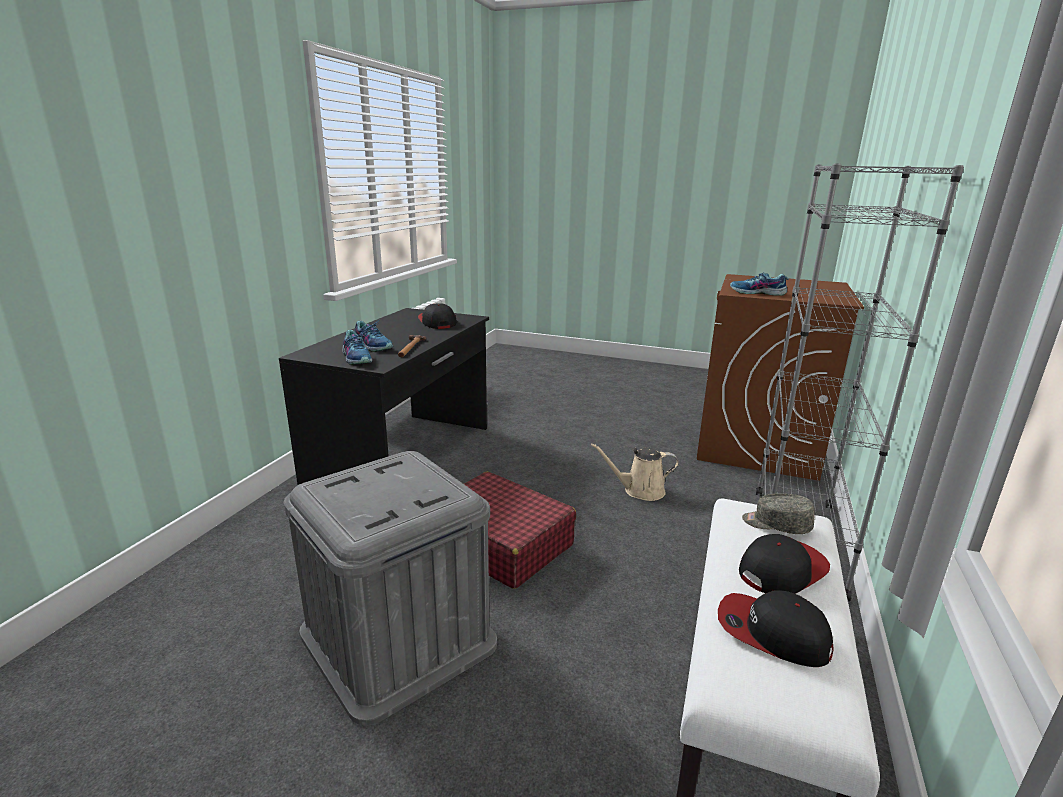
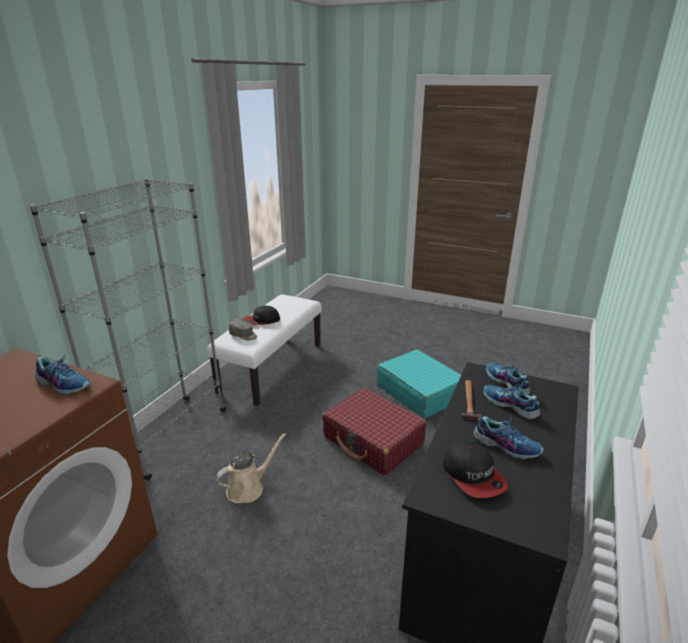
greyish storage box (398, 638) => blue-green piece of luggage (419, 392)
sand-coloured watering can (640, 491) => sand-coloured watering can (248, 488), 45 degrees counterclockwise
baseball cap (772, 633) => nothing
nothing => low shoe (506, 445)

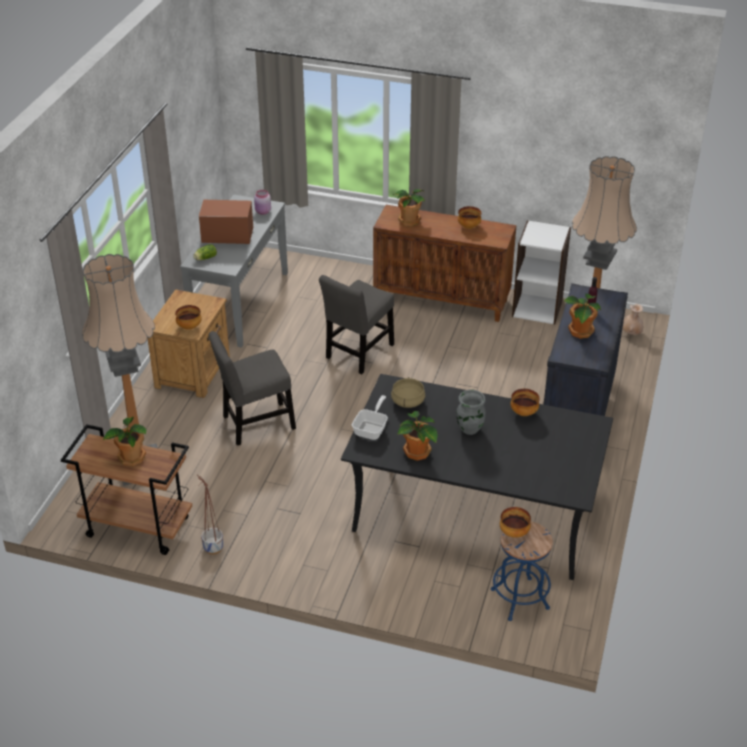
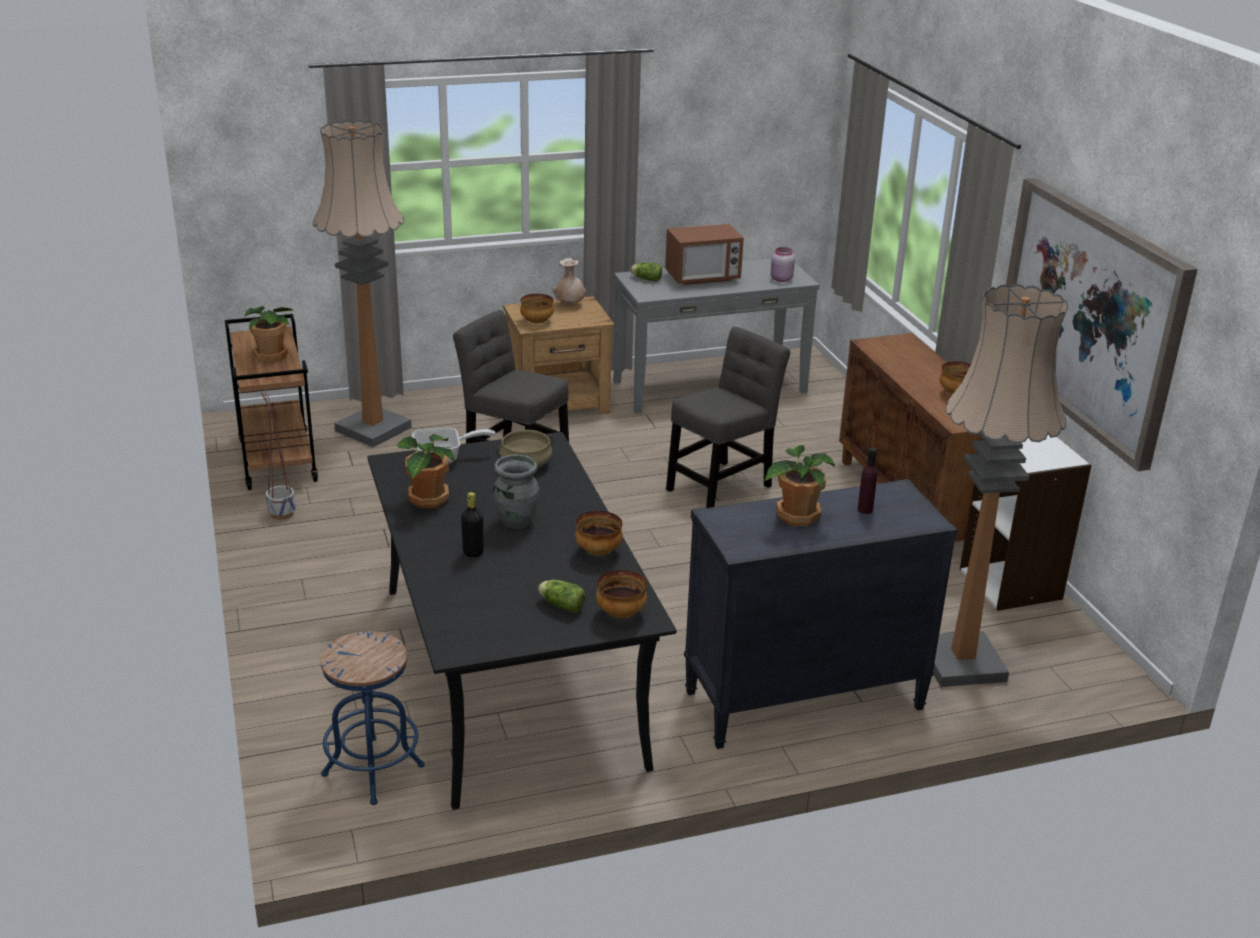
kitchen microwave (227, 237) => kitchen microwave (702, 277), 105 degrees clockwise
greyish plain chair (358, 353) => greyish plain chair (722, 485), 135 degrees clockwise
plant in a pot (409, 220) => nothing
deep dish (513, 533) => deep dish (620, 613), relocated
sand-coloured flower vase (631, 333) => sand-coloured flower vase (569, 305), relocated
nothing => black bottle (473, 552)
nothing => head of lettuce (560, 605)
nothing => wall picture (1090, 317)

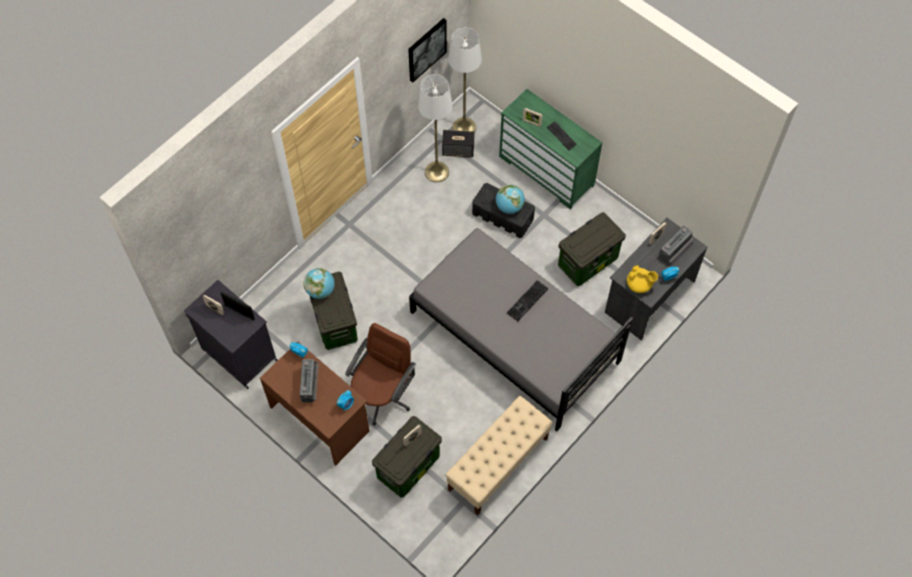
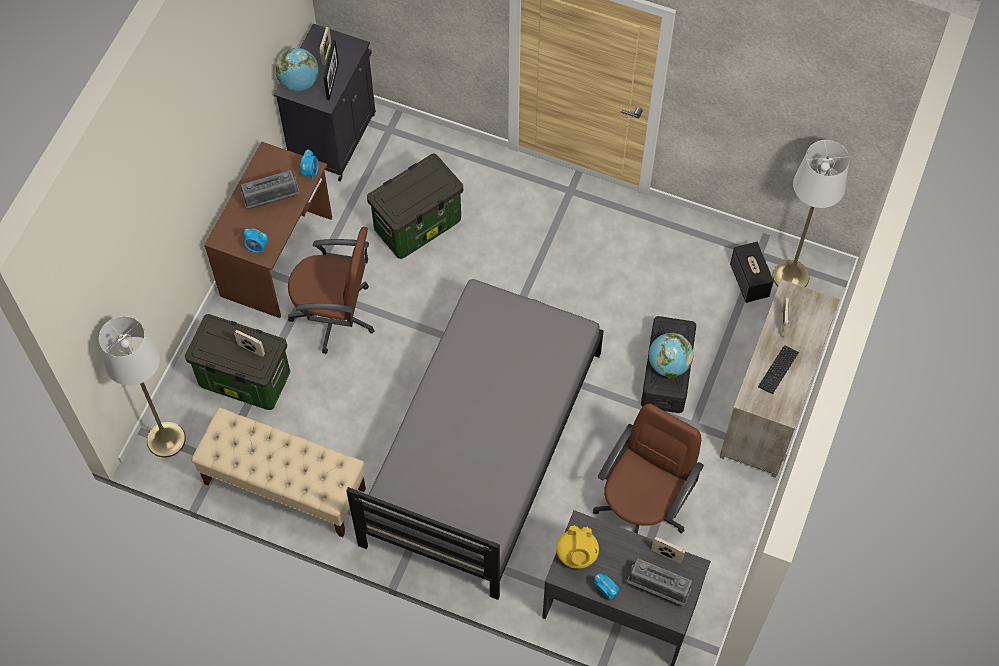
globe (320, 290) => globe (299, 82), relocated
wall picture (426, 49) => nothing
white-coloured floor lamp (436, 171) => white-coloured floor lamp (166, 439), relocated
green-coloured drawer chest (547, 170) => sand-coloured drawer chest (770, 406)
keyboard (527, 302) => nothing
storage box (588, 261) => brown desk chair (642, 507)

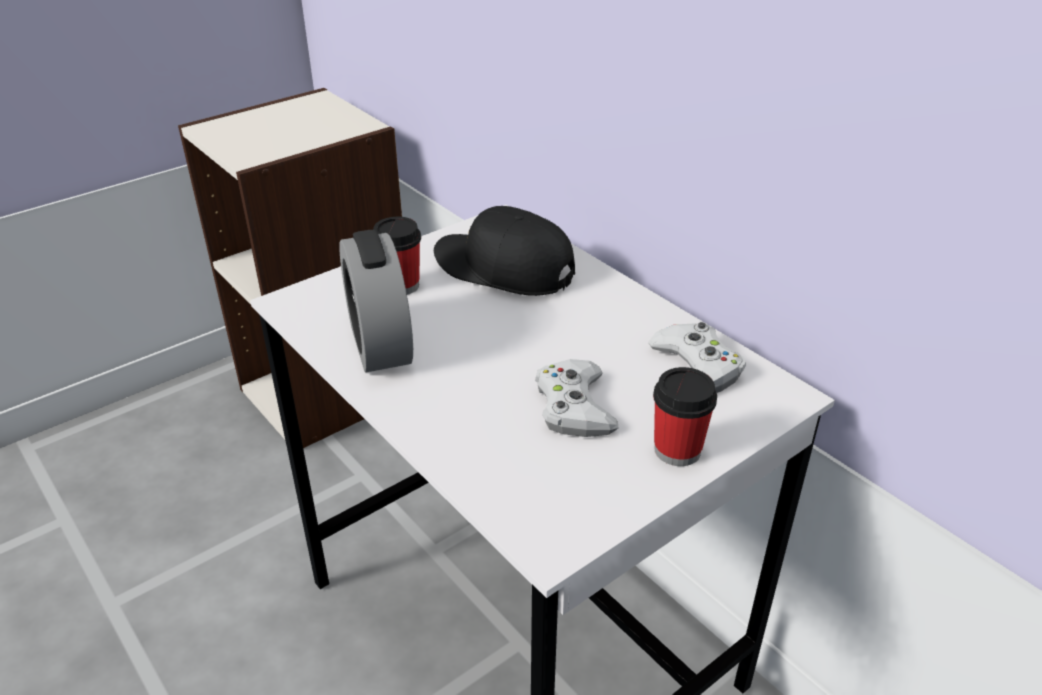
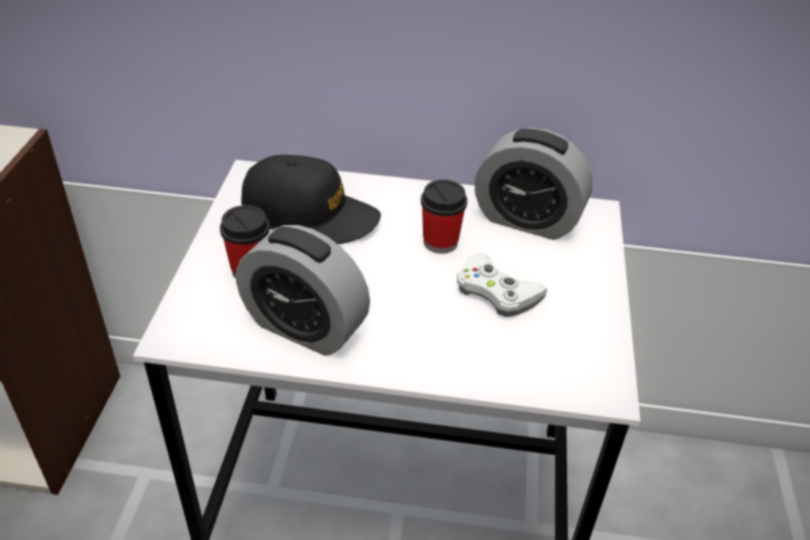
black baseball cap (504, 268) => black baseball cap (310, 214), 150 degrees counterclockwise
white-coloured game controller (697, 366) => bedside clock (527, 220)
cup (677, 450) => cup (440, 242), relocated

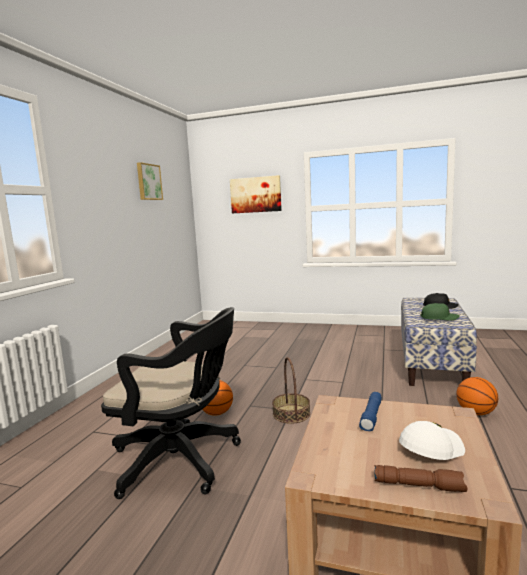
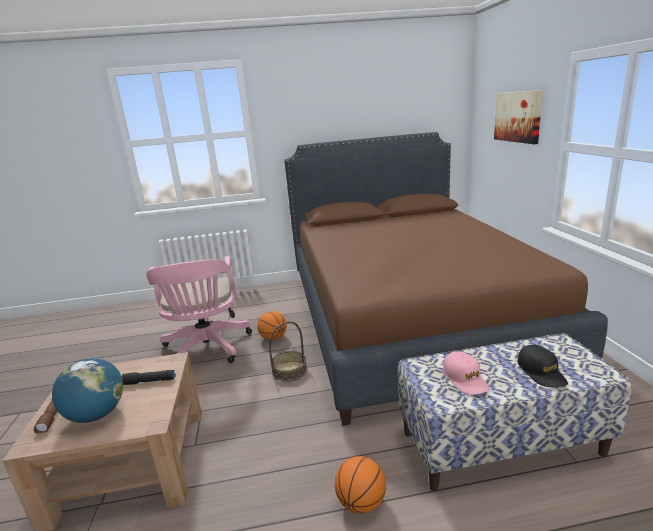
black desk chair (182, 460) => pink-coloured desk chair (207, 349)
wall picture (148, 182) => nothing
blue-coloured hand torch (372, 417) => black hand torch (149, 382)
white-coloured baseball cap (430, 449) => globe (97, 415)
green-coloured baseball cap (439, 317) => pink-coloured baseball cap (465, 379)
nothing => brown bed (408, 318)

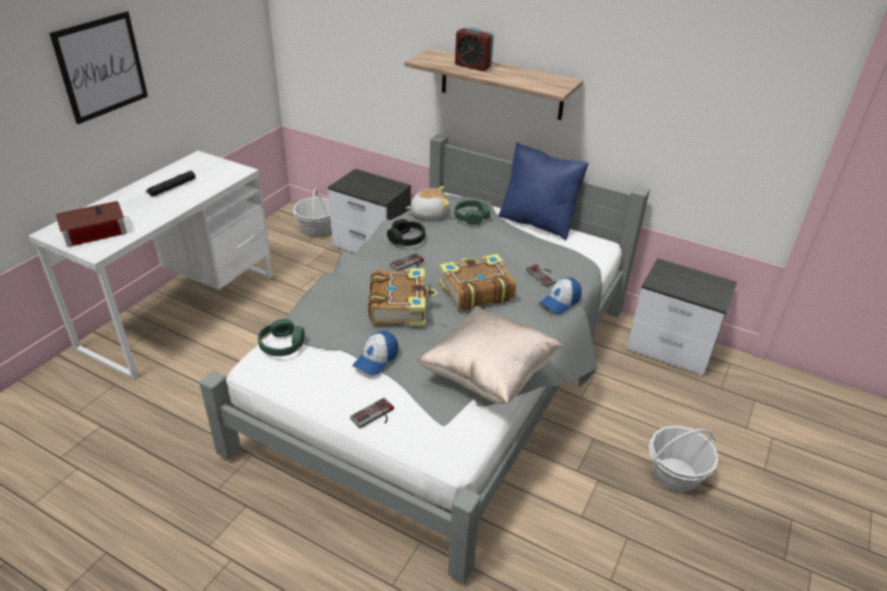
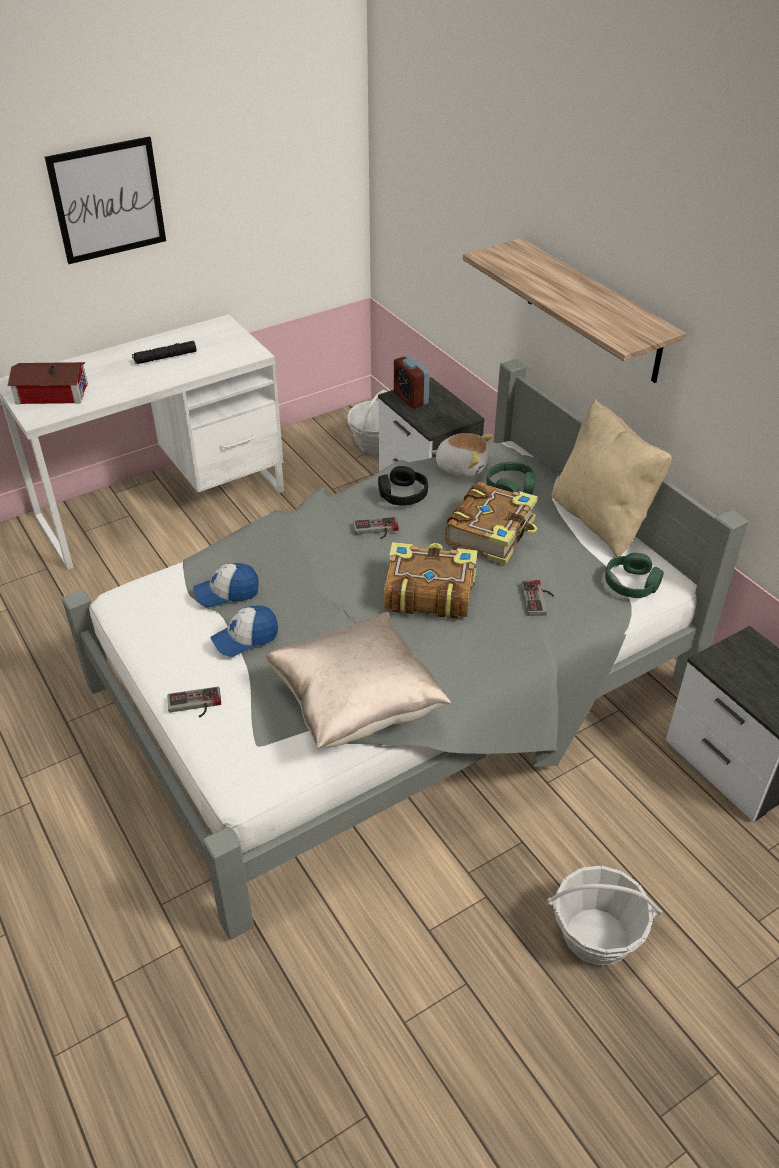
green-coloured headphones (282, 344) => green-coloured headphones (631, 583), relocated
book (399, 305) => book (492, 532), relocated
bedside clock (473, 66) => bedside clock (411, 398), relocated
blue-coloured cushion (537, 222) => sand-coloured cushion (601, 520)
baseball cap (560, 302) => baseball cap (227, 592), relocated

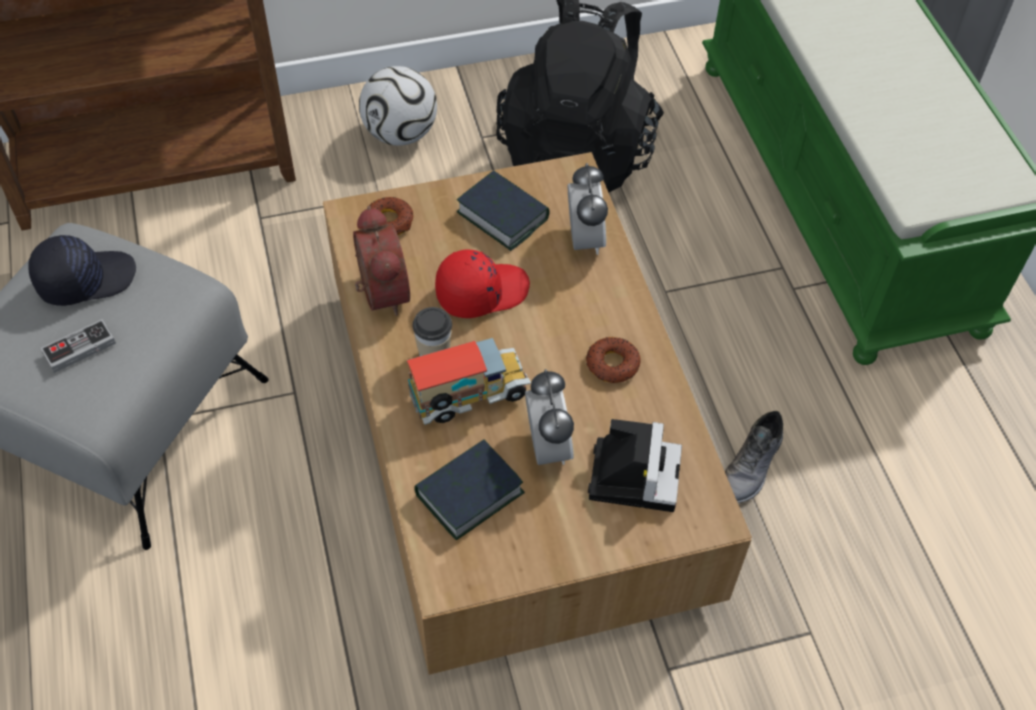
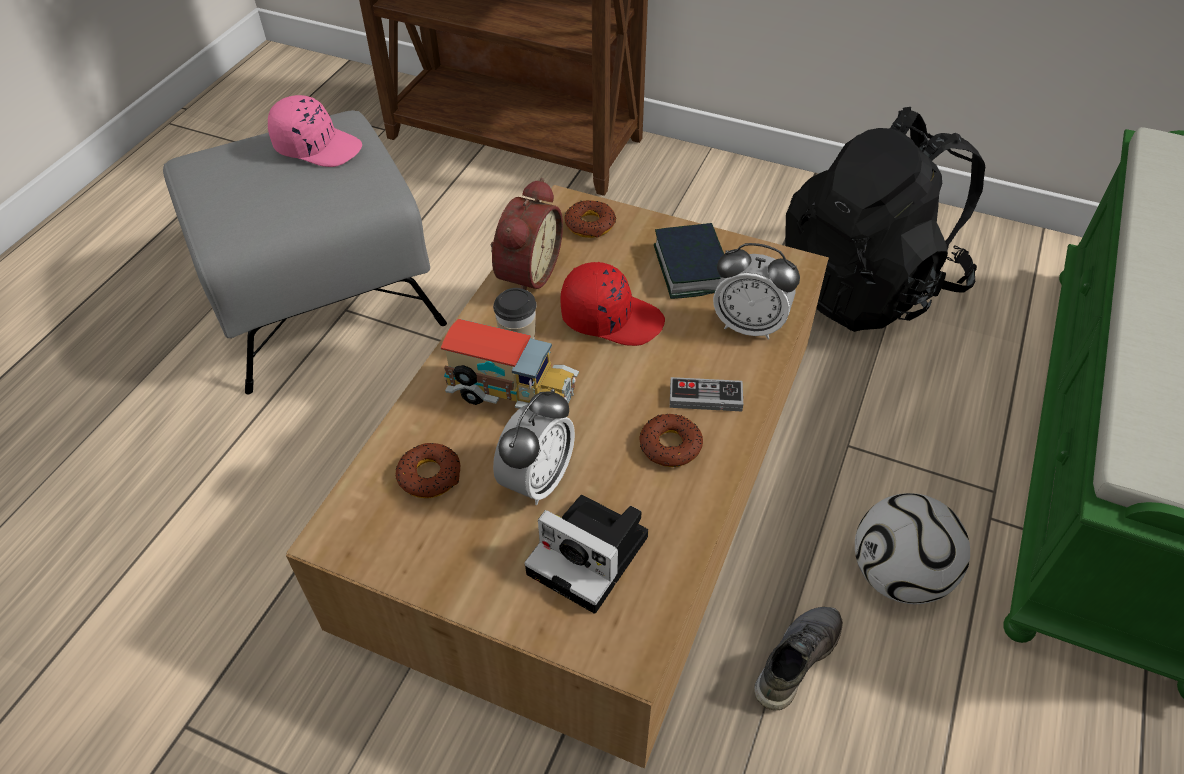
black baseball cap (85, 279) => pink-coloured baseball cap (318, 146)
game controller (79, 348) => game controller (705, 397), relocated
ball for football (400, 134) => ball for football (899, 575), relocated
book (469, 494) => doughnut (430, 475)
bedside clock (584, 240) => bedside clock (749, 325), 75 degrees clockwise
photo camera (633, 473) => photo camera (593, 556), 75 degrees clockwise
greyish low shoe (752, 467) => greyish low shoe (795, 659), 150 degrees clockwise

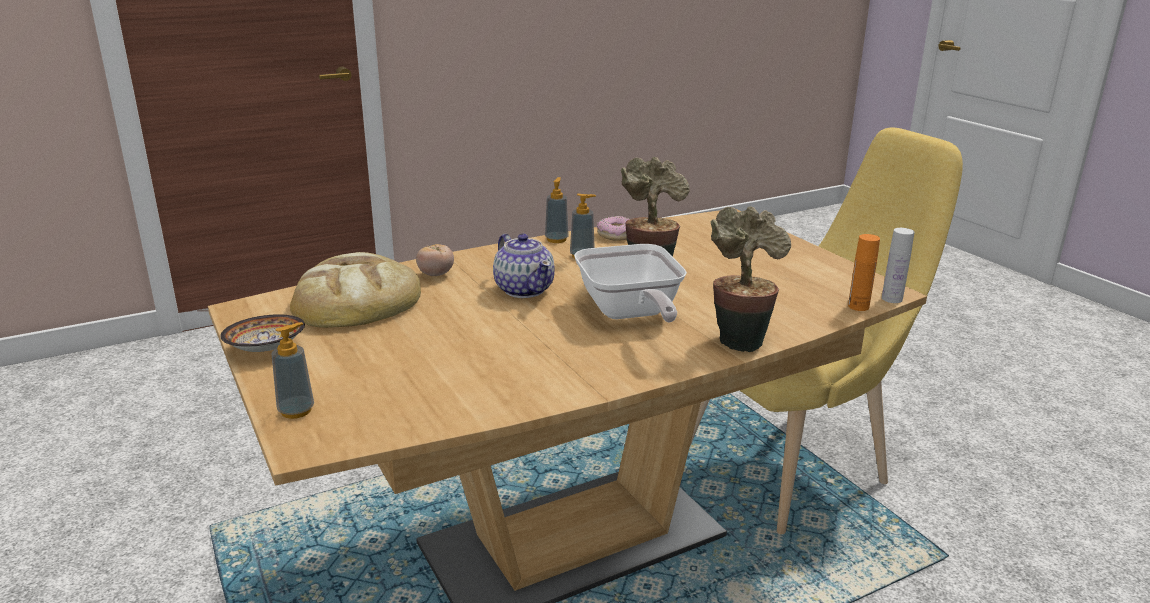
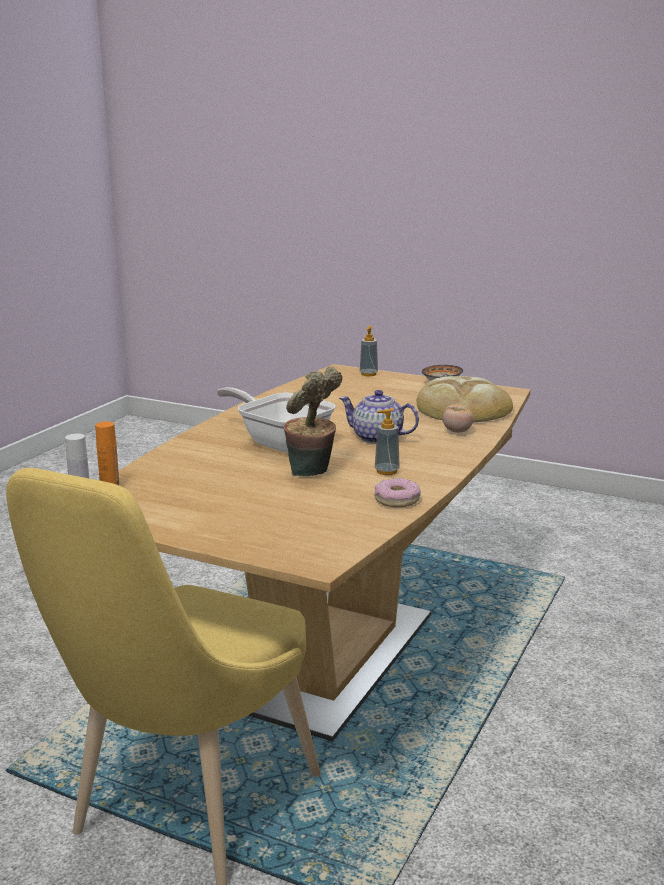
soap dispenser (556, 239) => nothing
plant in a pot (739, 339) => nothing

